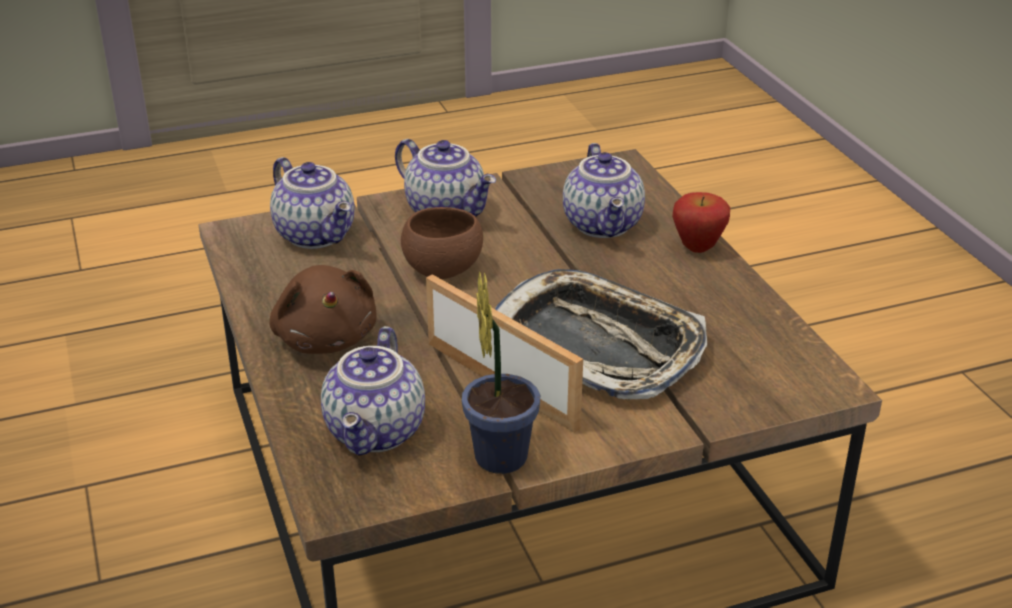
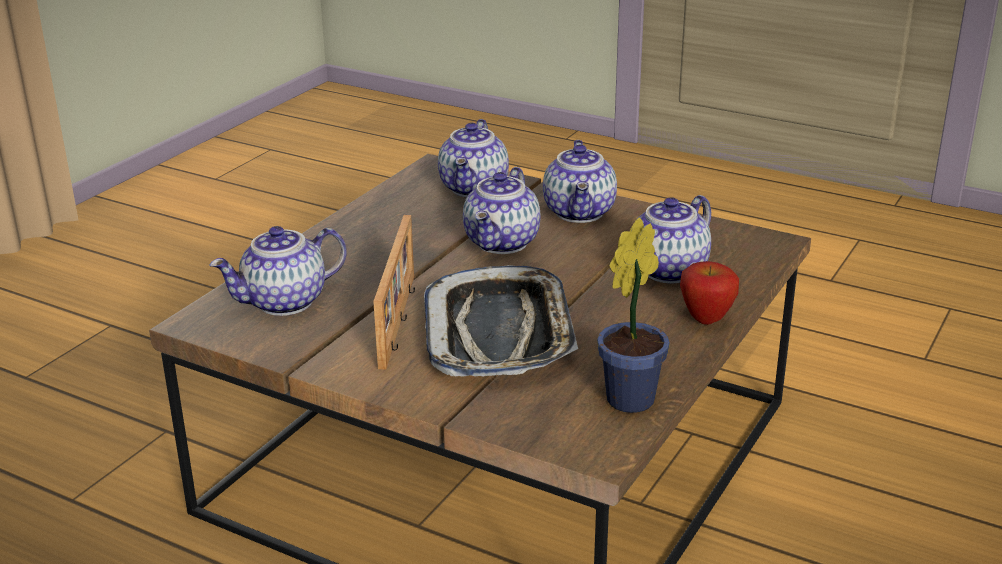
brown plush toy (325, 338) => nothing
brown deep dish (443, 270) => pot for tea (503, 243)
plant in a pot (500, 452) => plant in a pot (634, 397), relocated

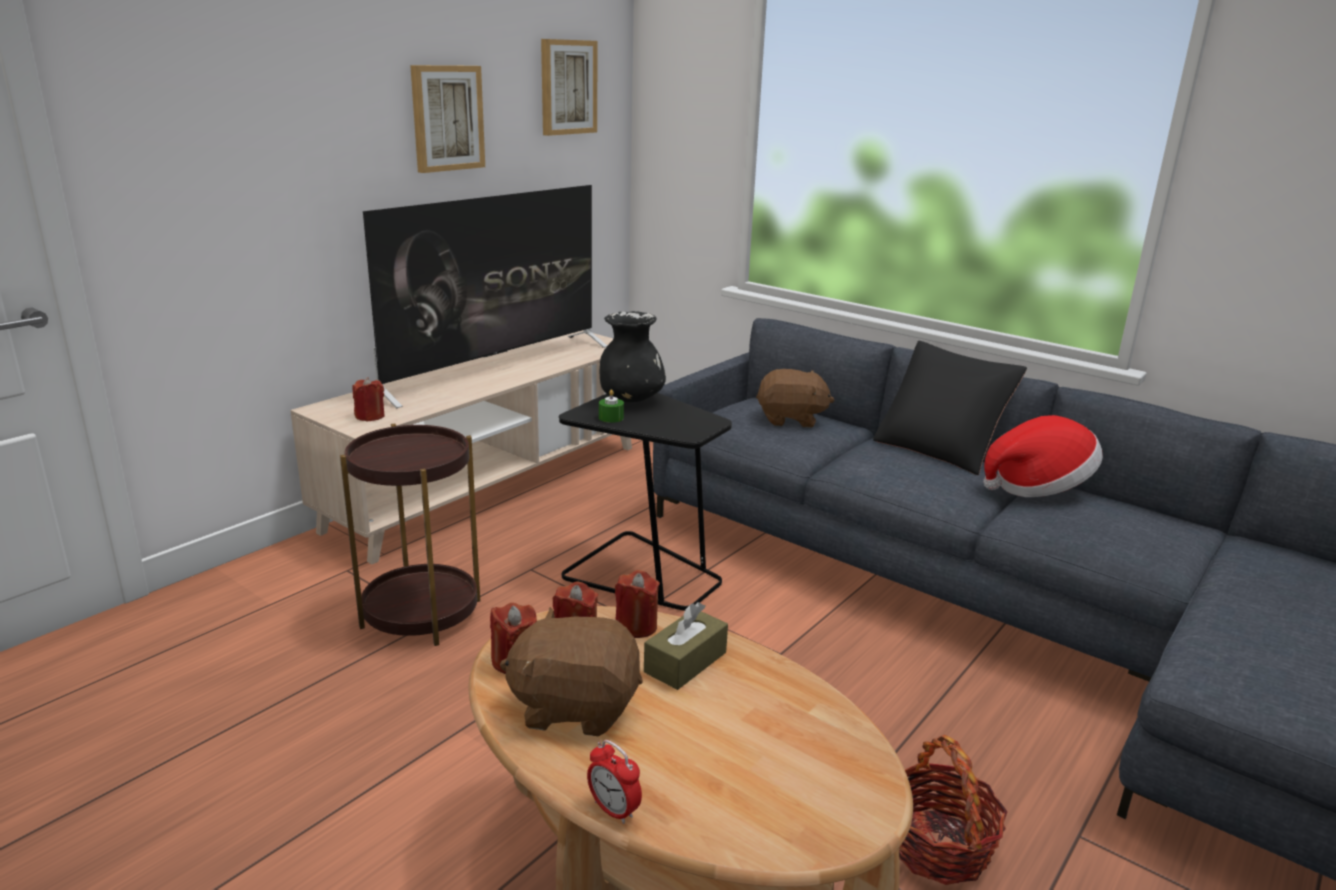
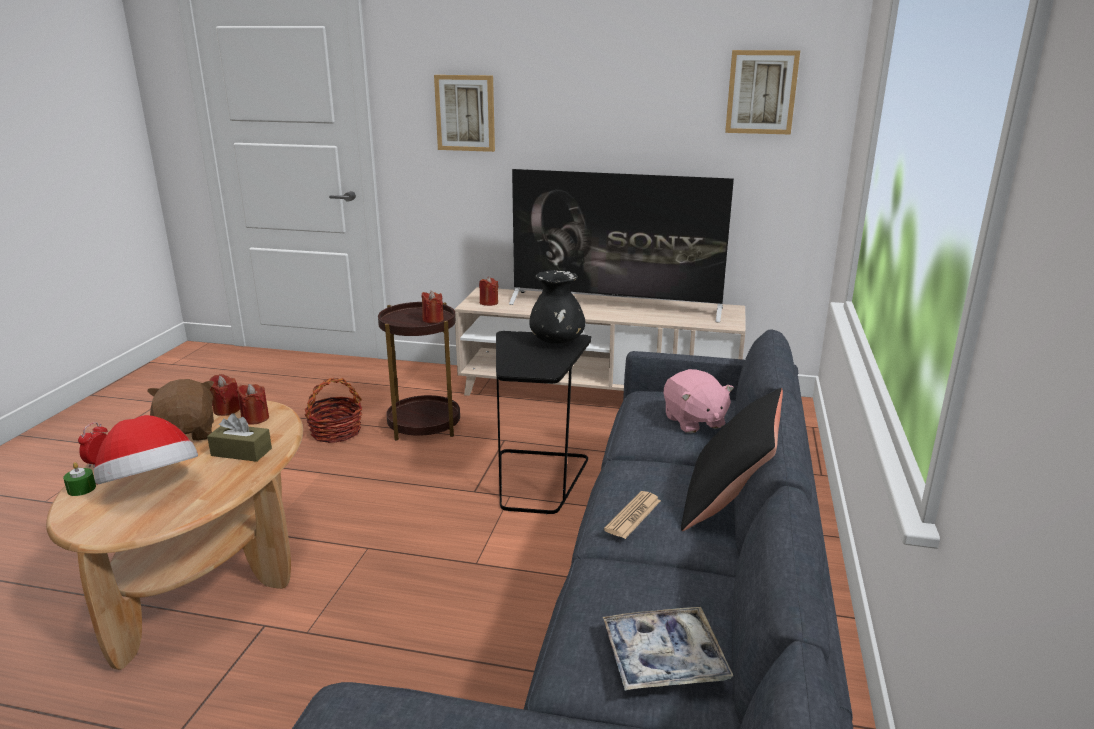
wall picture (447, 118) => wall picture (465, 113), relocated
green-coloured wax light (611, 417) => green-coloured wax light (81, 489), relocated
red wax light (636, 626) => red wax light (433, 319), relocated
brown plush toy (791, 419) => pink-coloured plush toy (694, 421)
household basket (938, 846) => household basket (336, 432), relocated
clothing hat (1038, 487) => clothing hat (151, 486), relocated
nothing => serving tray (663, 658)
nothing => daily paper (633, 515)

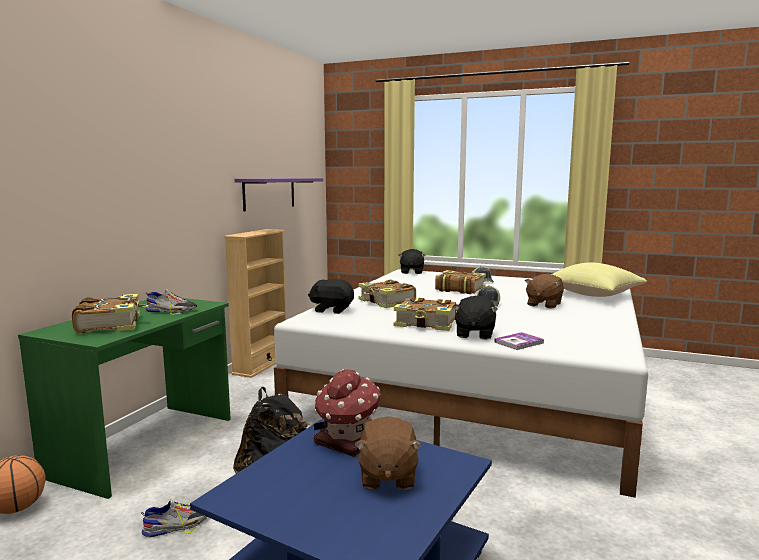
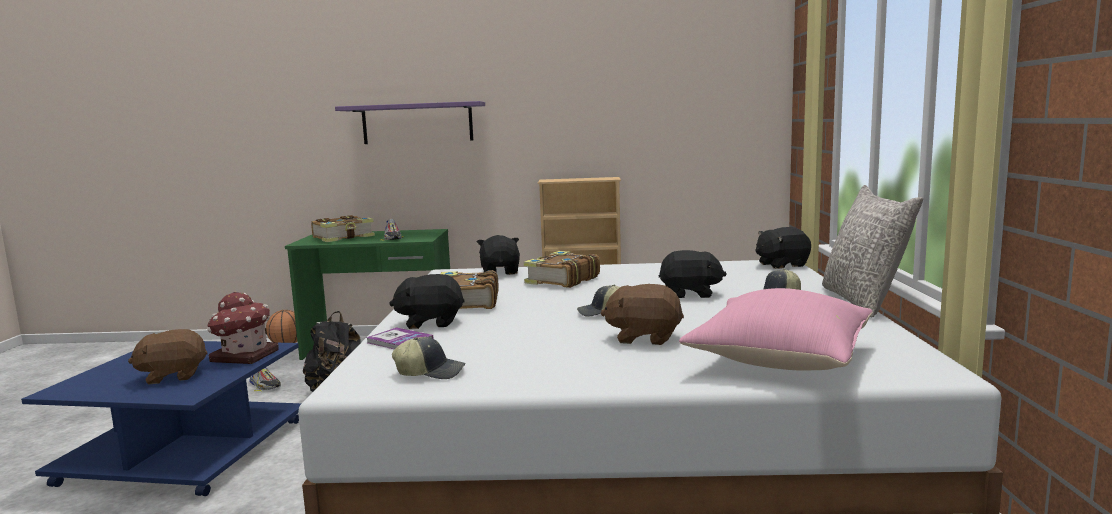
purple-coloured shelf (269, 193) => purple-coloured shelf (417, 123), relocated
book (459, 289) => black plush toy (690, 294)
yellow-coloured cushion (590, 295) => pink-coloured cushion (779, 360)
nothing => baseball cap (431, 372)
nothing => greyish cushion (864, 301)

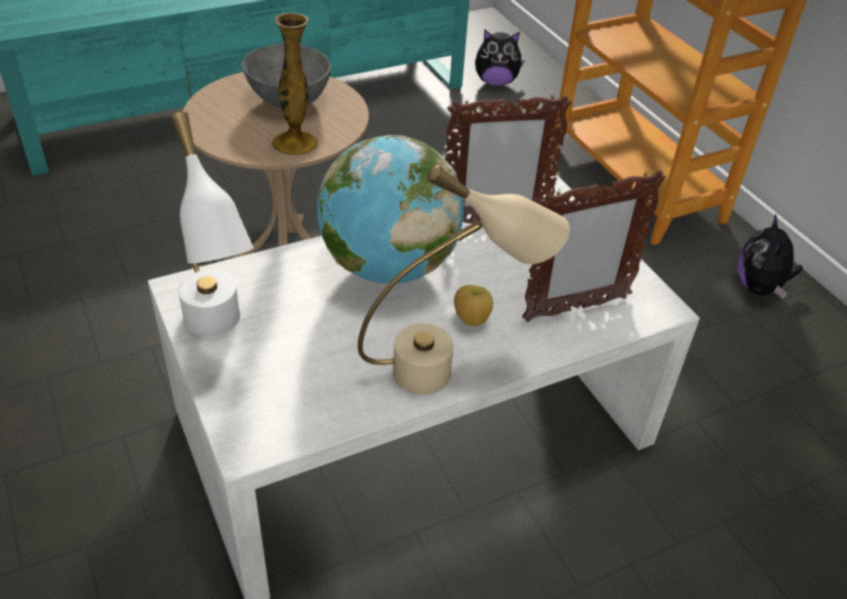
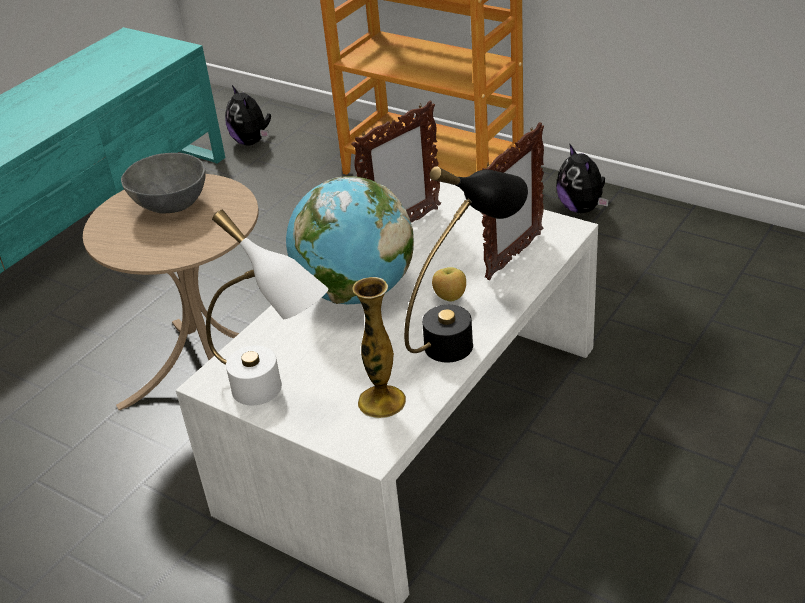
flower vase (295, 144) => flower vase (382, 401), relocated
sand-coloured lamp for a table (450, 370) => black lamp for a table (466, 335)
plush toy (496, 82) => plush toy (252, 142), 90 degrees clockwise

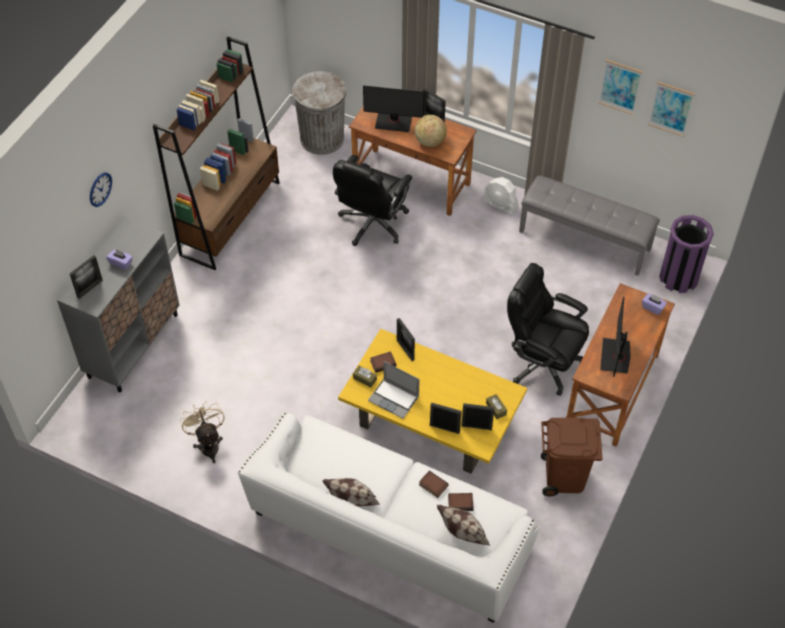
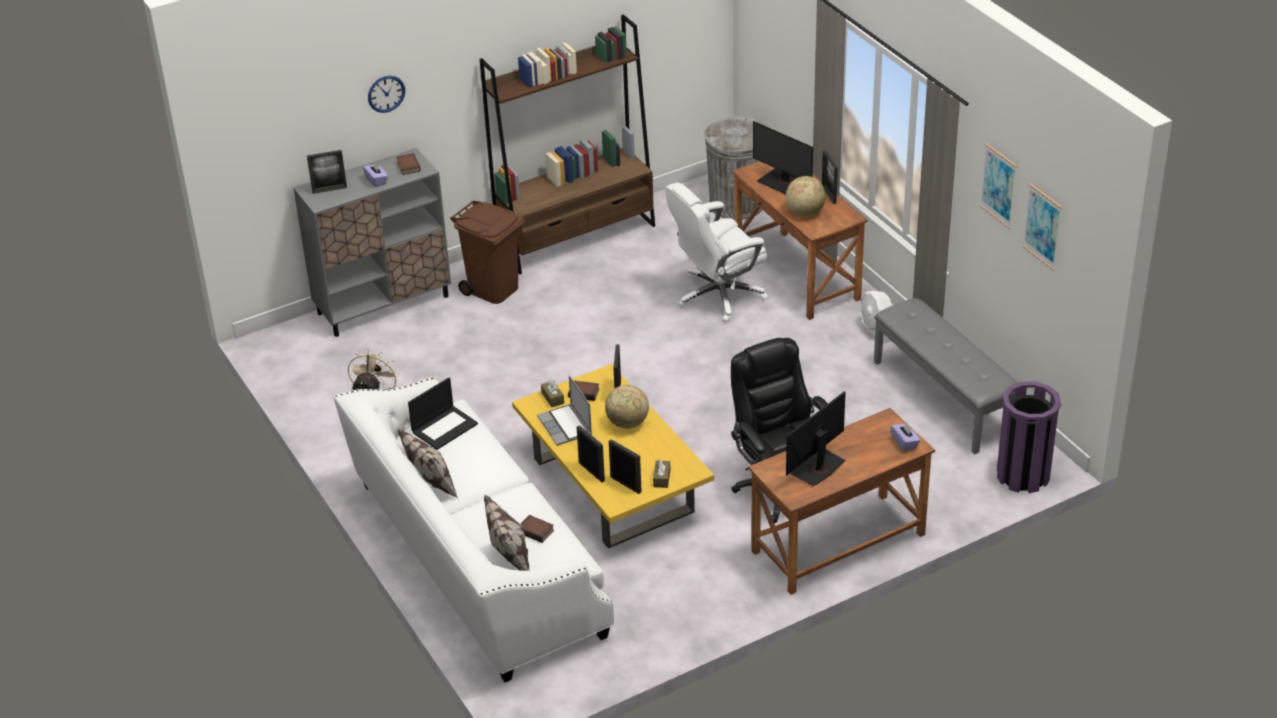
black desk chair (372, 223) => white-coloured desk chair (718, 295)
book (432, 485) => book (407, 166), relocated
brown rubbish bin (564, 478) => brown rubbish bin (493, 289), relocated
nothing => portable computer (444, 427)
nothing => globe (627, 423)

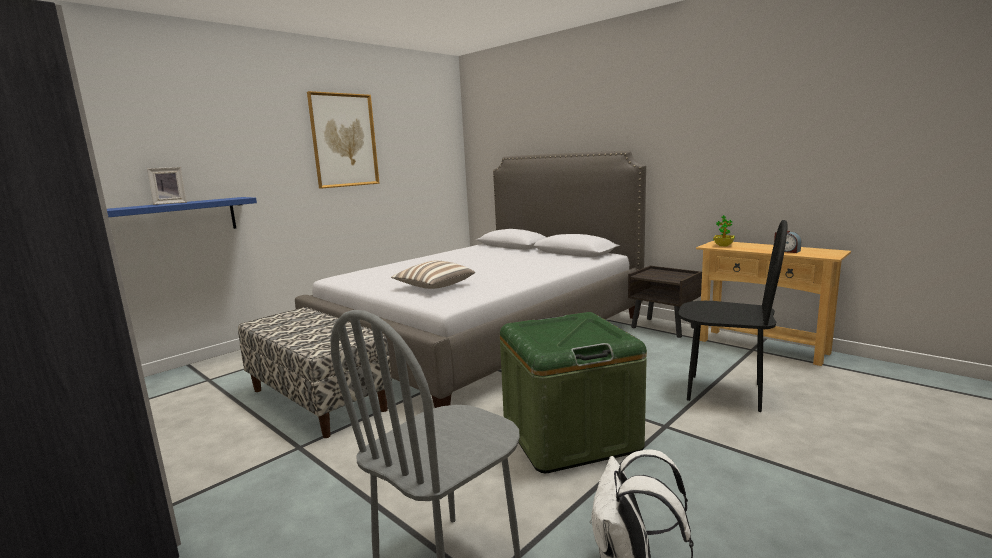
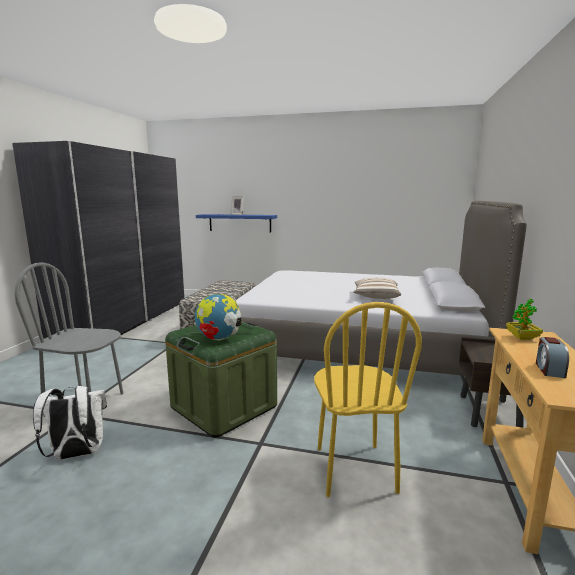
wall picture (344, 140) => nothing
cushion (434, 287) => cushion (375, 297), relocated
black plain chair (724, 392) => yellow-coloured plain chair (354, 469)
nothing => globe (219, 339)

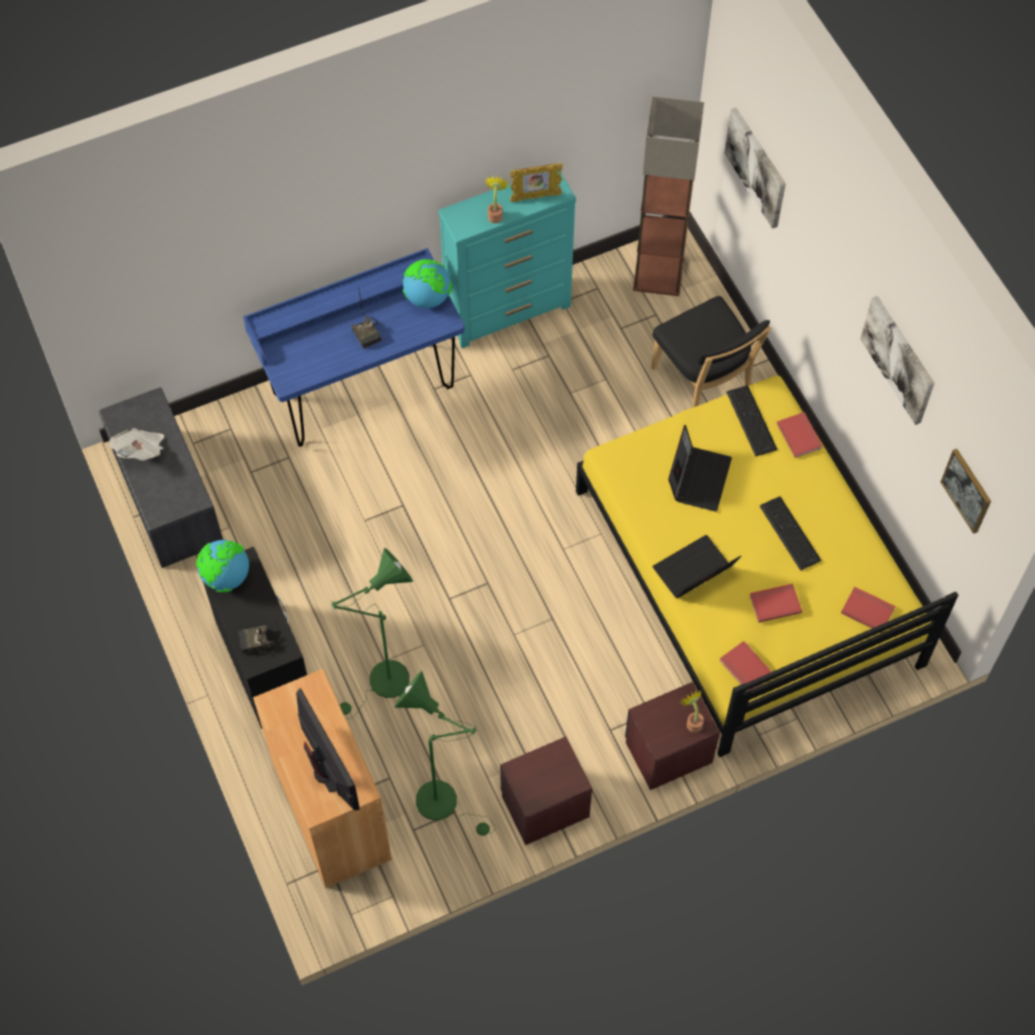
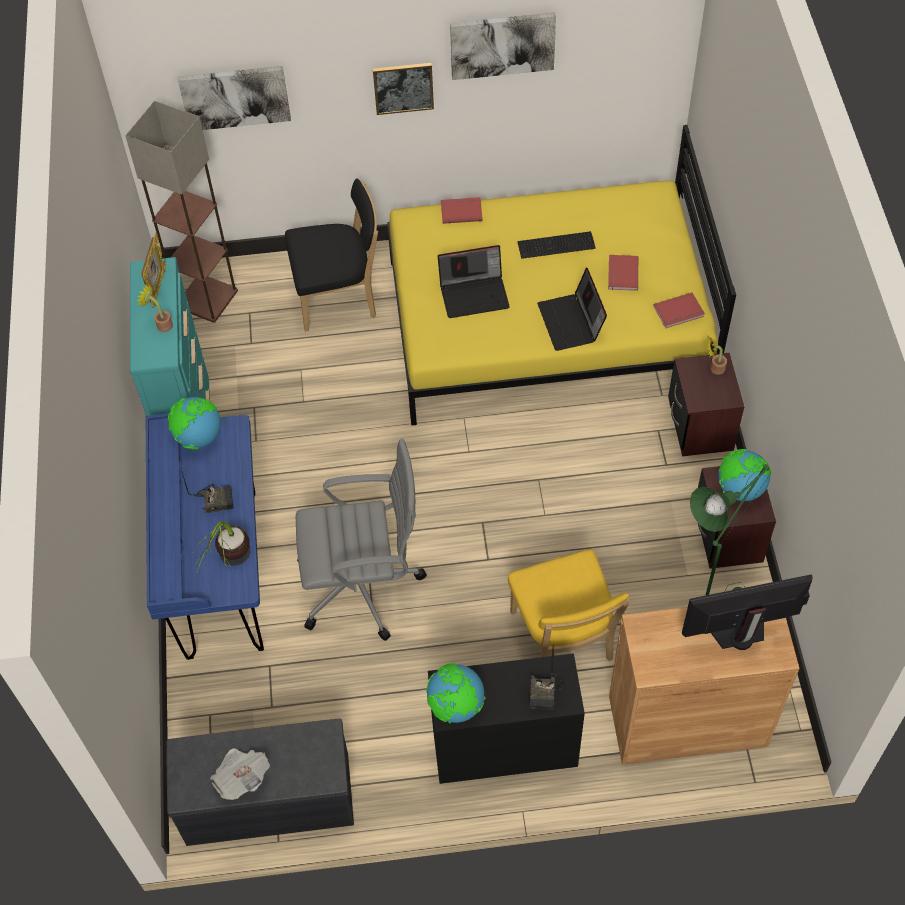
green-coloured floor lamp (383, 685) => yellow-coloured plain chair (563, 640)
portable computer (698, 477) => portable computer (475, 294), 135 degrees clockwise
keyboard (750, 422) => nothing
red book (868, 609) => nothing
wall picture (967, 490) => wall picture (403, 87), relocated
nothing => plant in a pot (230, 568)
nothing => greyish desk chair (363, 585)
nothing => globe (739, 489)

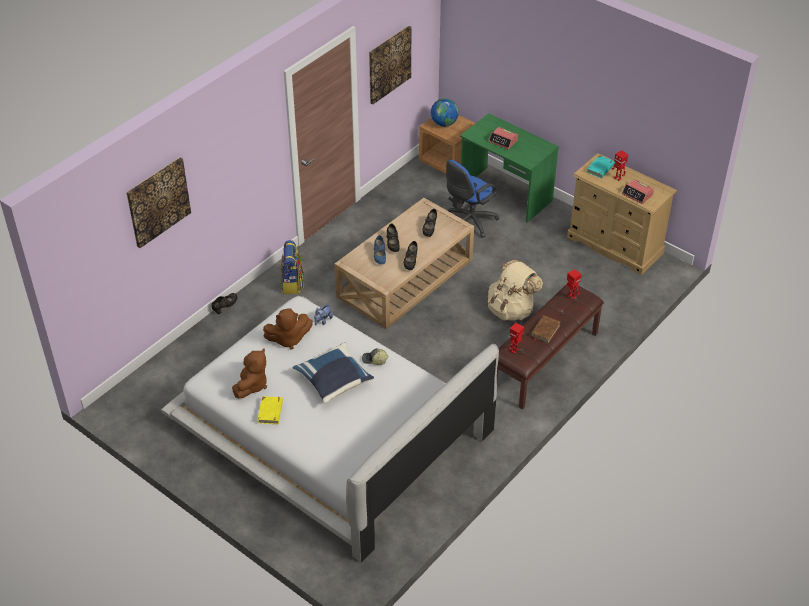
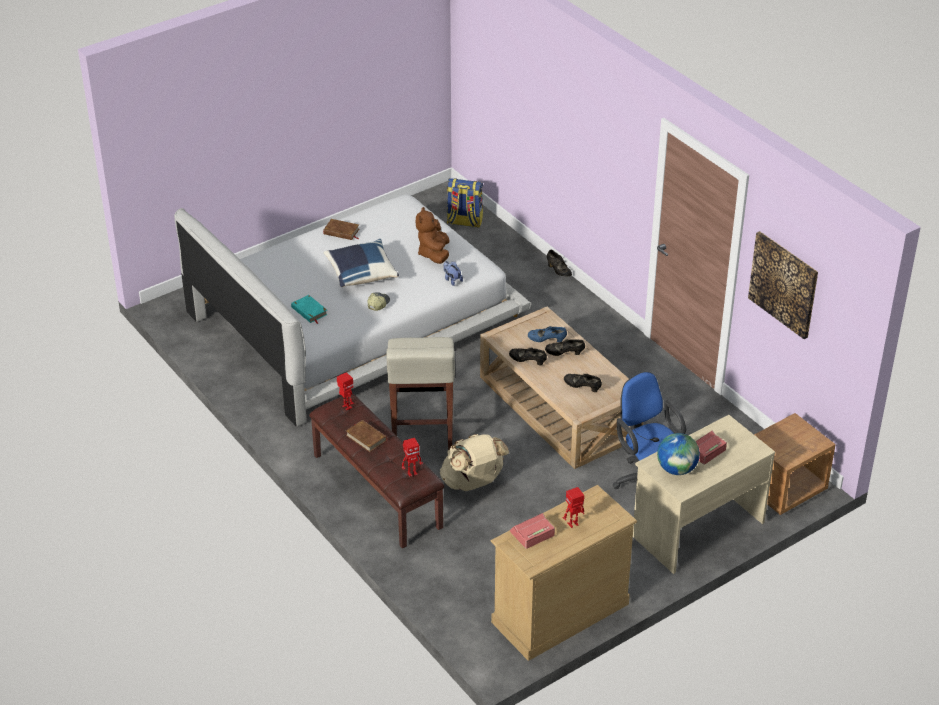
wall picture (158, 202) => nothing
brown plush toy (251, 385) => nothing
yellow-coloured book (270, 412) => brown book (341, 232)
backpack (292, 284) => backpack (464, 222), relocated
globe (444, 123) => globe (677, 469), relocated
green-coloured desk table (505, 195) => sand-coloured desk table (697, 528)
blue-green book (600, 168) => blue-green book (309, 311), relocated
nothing => sand-coloured sitting stool (422, 436)

